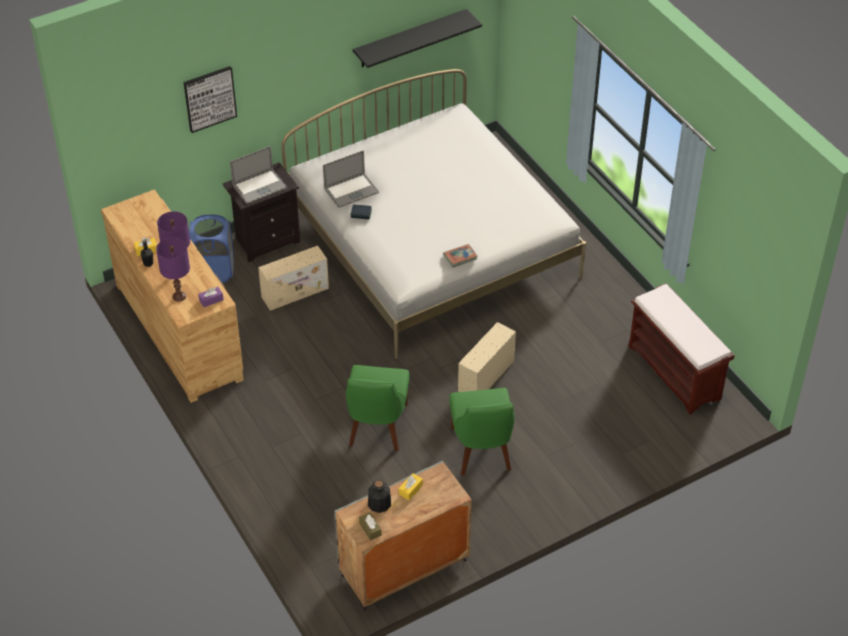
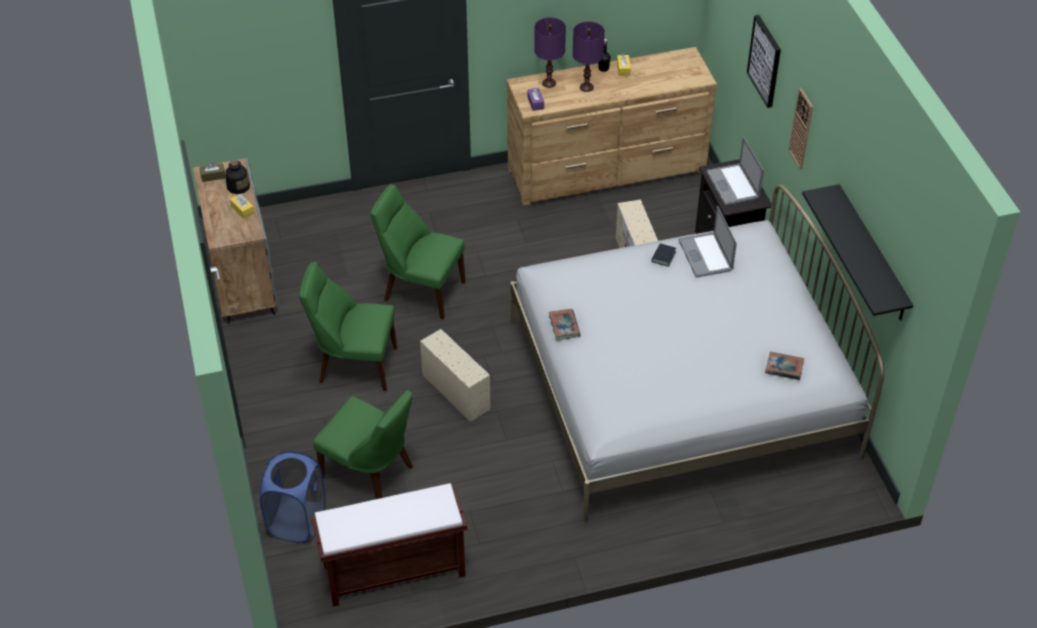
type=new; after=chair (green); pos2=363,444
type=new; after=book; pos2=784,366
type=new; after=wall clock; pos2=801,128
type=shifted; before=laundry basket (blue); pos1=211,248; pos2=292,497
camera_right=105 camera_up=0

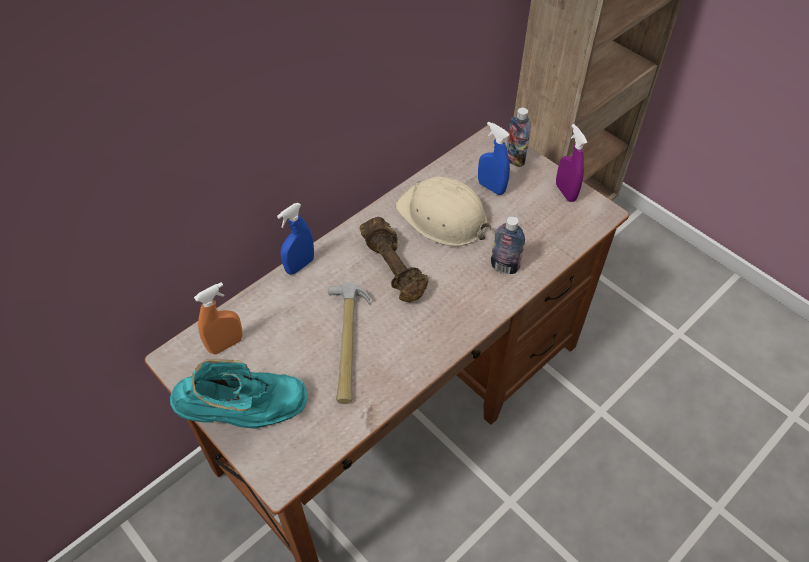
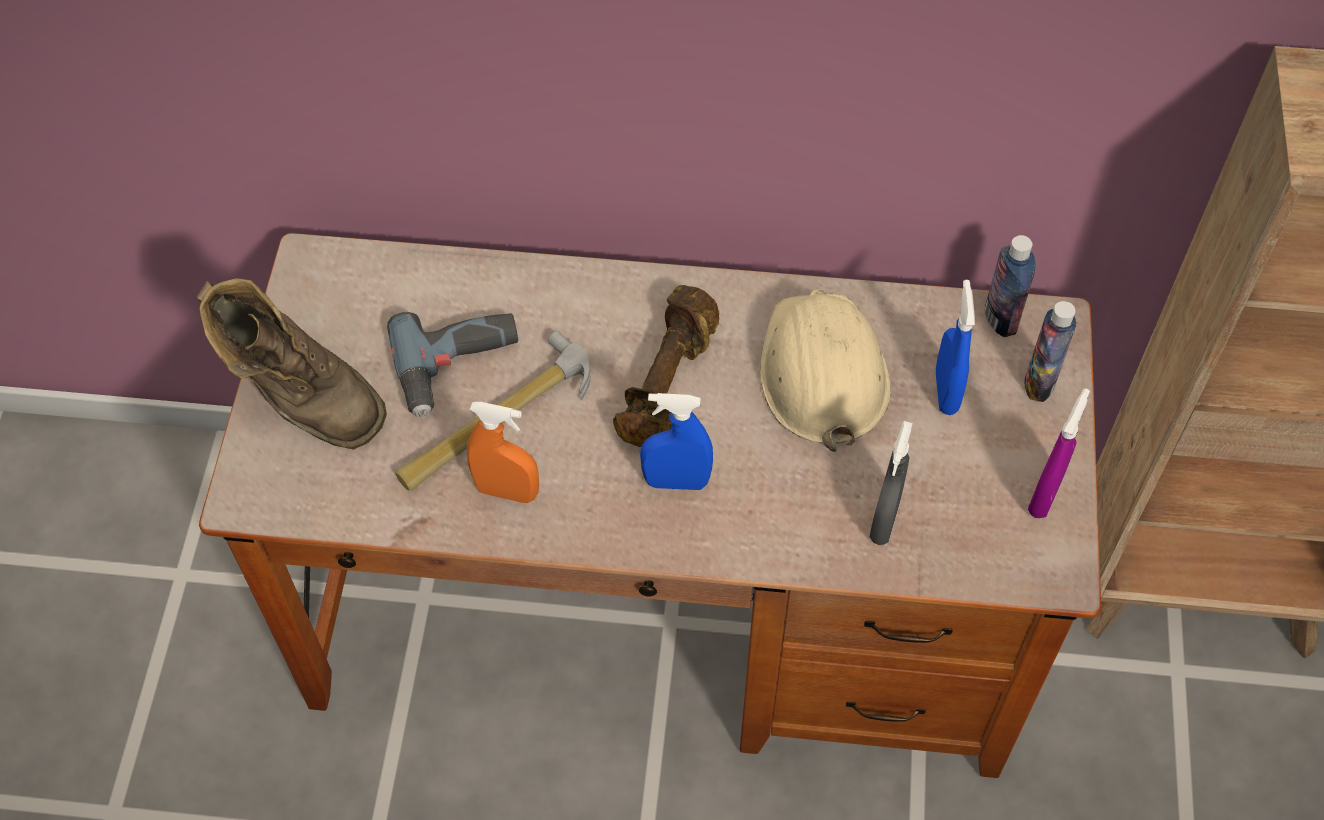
type=new; after=power drill; pos2=452,365
type=new; after=spray bottle (grey); pos2=891,483
type=shifted; before=spray bottle (orange); pos1=218,318; pos2=503,452
type=shifted; before=spray bottle (blue); pos1=295,239; pos2=676,441
type=shifted; before=bottle; pos1=508,245; pos2=1009,286
type=repainted; before=boot (turquoise); after=boot (brown); pos1=238,394; pos2=291,364
camera_right=50 camera_up=5

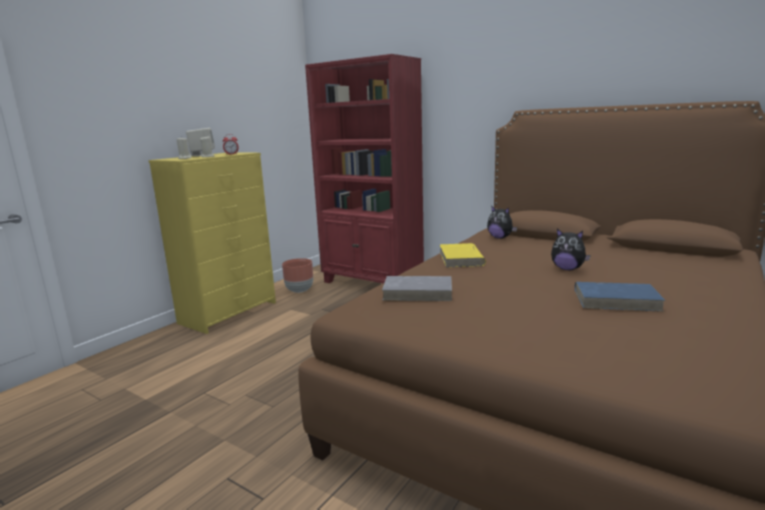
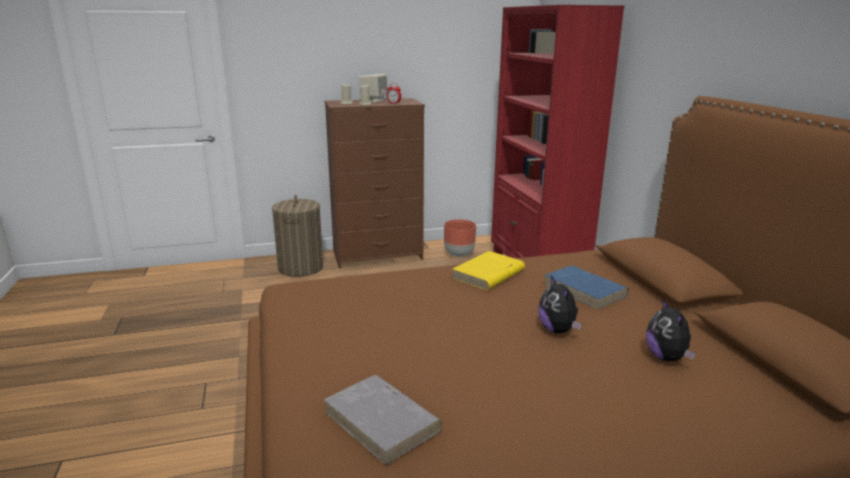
type=new; after=laundry basket; pos2=297,236
type=shifted; before=book (grey); pos1=417,288; pos2=383,420
type=shifted; before=plush toy; pos1=502,222; pos2=670,329
type=shifted; before=book (blue); pos1=620,297; pos2=586,287
type=repainted; before=dresser (yellow); after=dresser (brown); pos1=212,243; pos2=374,183
camera_right=40 camera_up=5

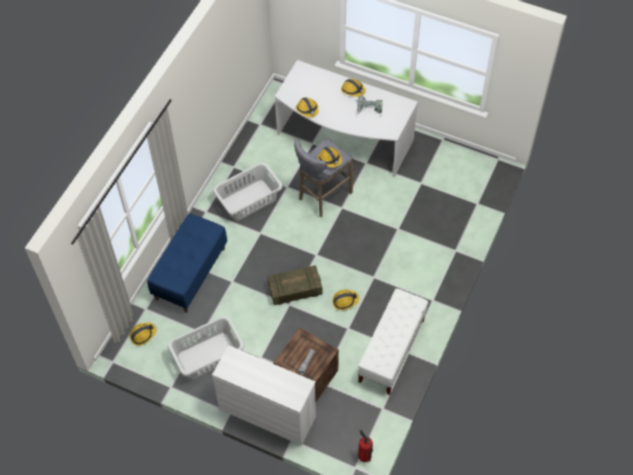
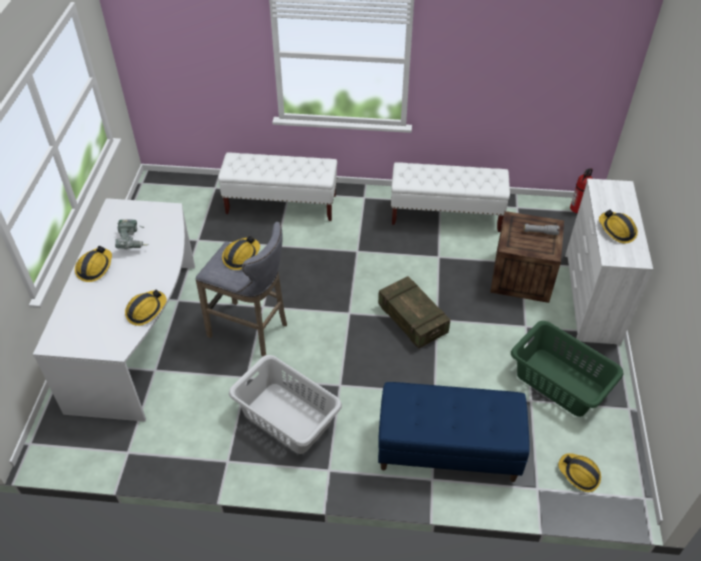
type=new; after=bench (white); pos2=277,187
type=shifted; before=hard hat; pos1=345,300; pos2=618,226
type=repainted; before=laundry basket (grey); after=laundry basket (green); pos1=206,347; pos2=567,369
camera_right=-110 camera_up=-10

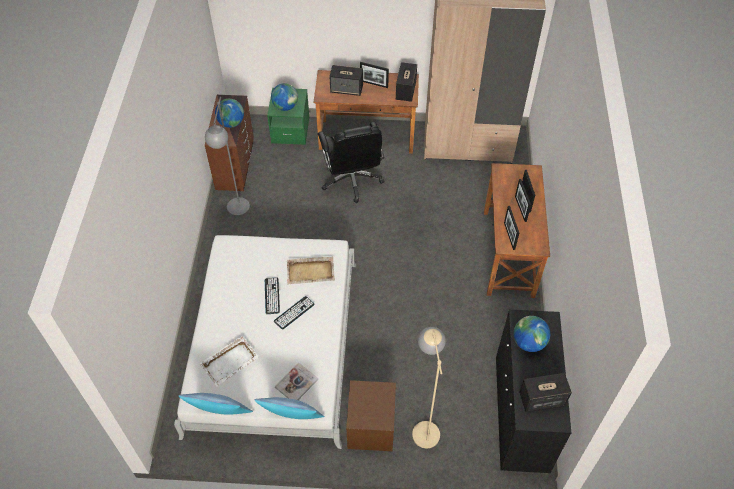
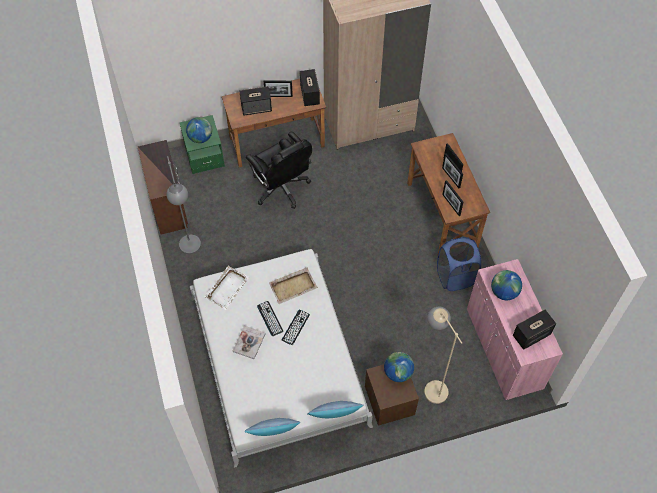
type=new; after=laundry basket (blue); pos2=459,264
type=shifted; before=tray (white); pos1=229,361; pos2=227,288
type=shifted; before=globe; pos1=229,113; pos2=399,367
type=shifted; before=book; pos1=296,381; pos2=249,342
type=repainted; before=cabinet (black); after=cabinet (pink); pos1=533,391; pos2=515,329
camera_right=-20 camera_up=5

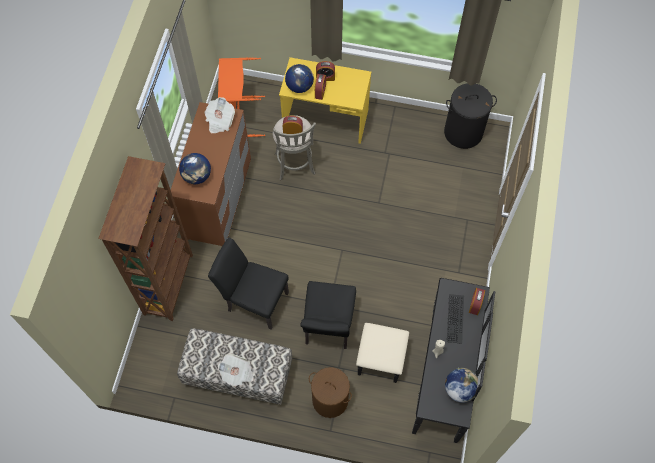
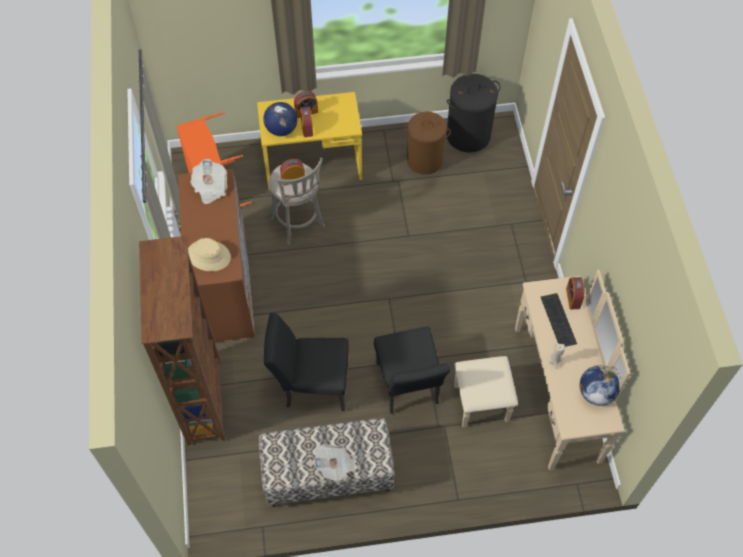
type=shifted; before=laundry basket (brown); pos1=330,392; pos2=427,143
type=swapped; before=globe; after=hat (beige); pos1=195,168; pos2=209,254
type=repainted; before=dresser (black); after=dresser (beige); pos1=426,360; pos2=542,370
camera_right=-20 camera_up=-5

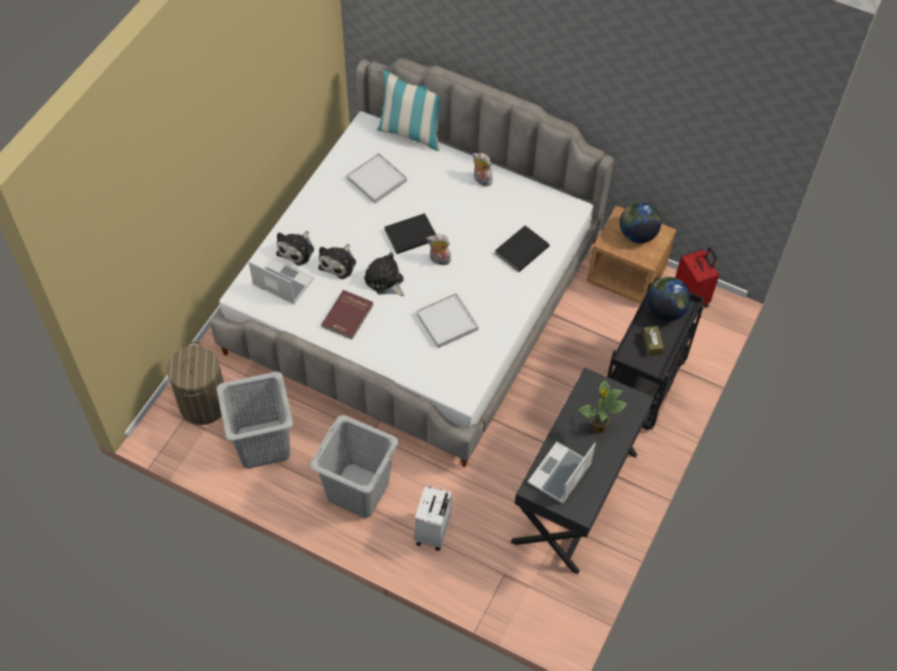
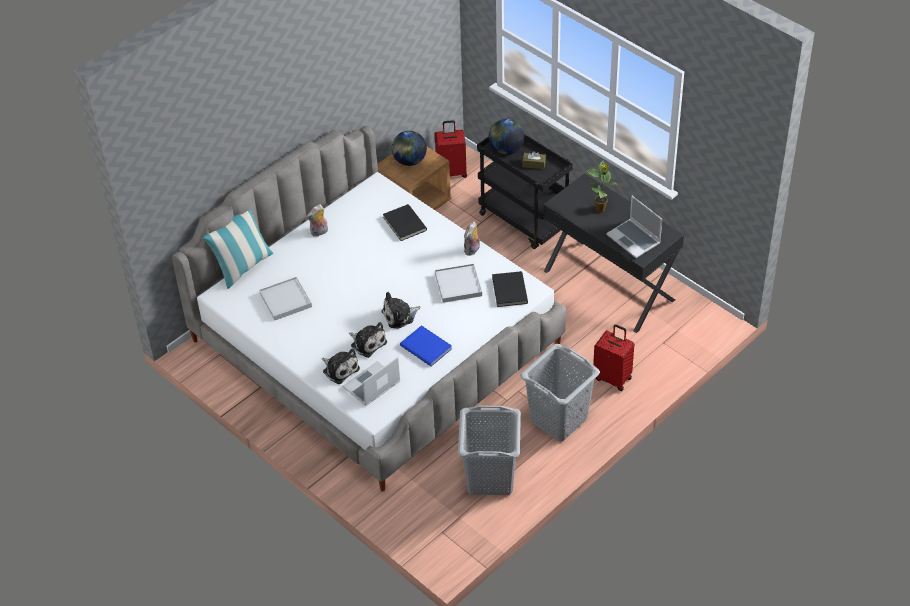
type=gone; before=laundry basket; pos1=195,383
type=shifted; before=book (black); pos1=410,233; pos2=510,289
type=shifted; before=plush toy; pos1=438,249; pos2=472,239
type=repainted; before=book (red); after=book (blue); pos1=347,315; pos2=426,345
type=repainted; before=suitcase (white); after=suitcase (red); pos1=433,518; pos2=613,357
camera_right=-70 camera_up=-10

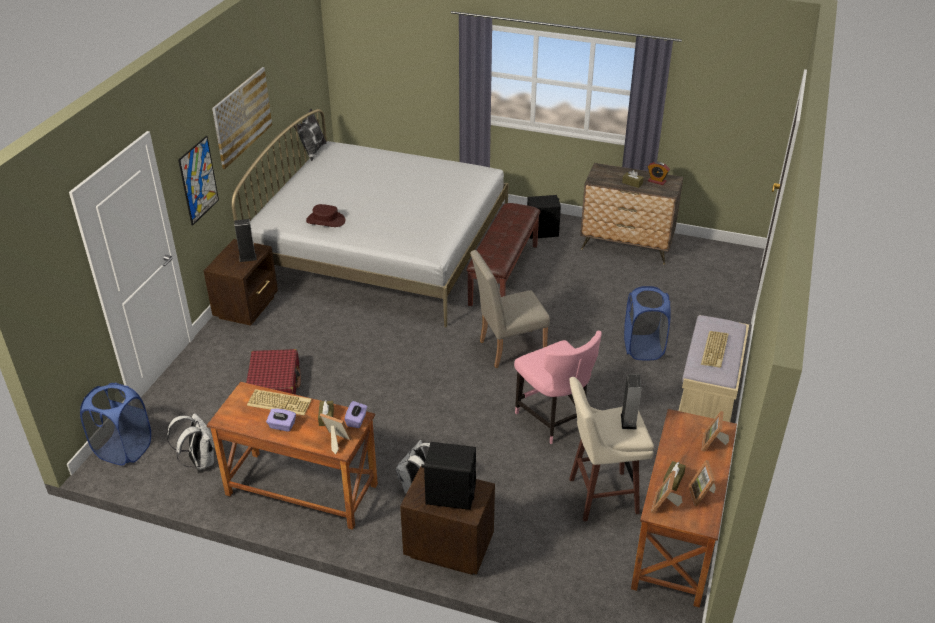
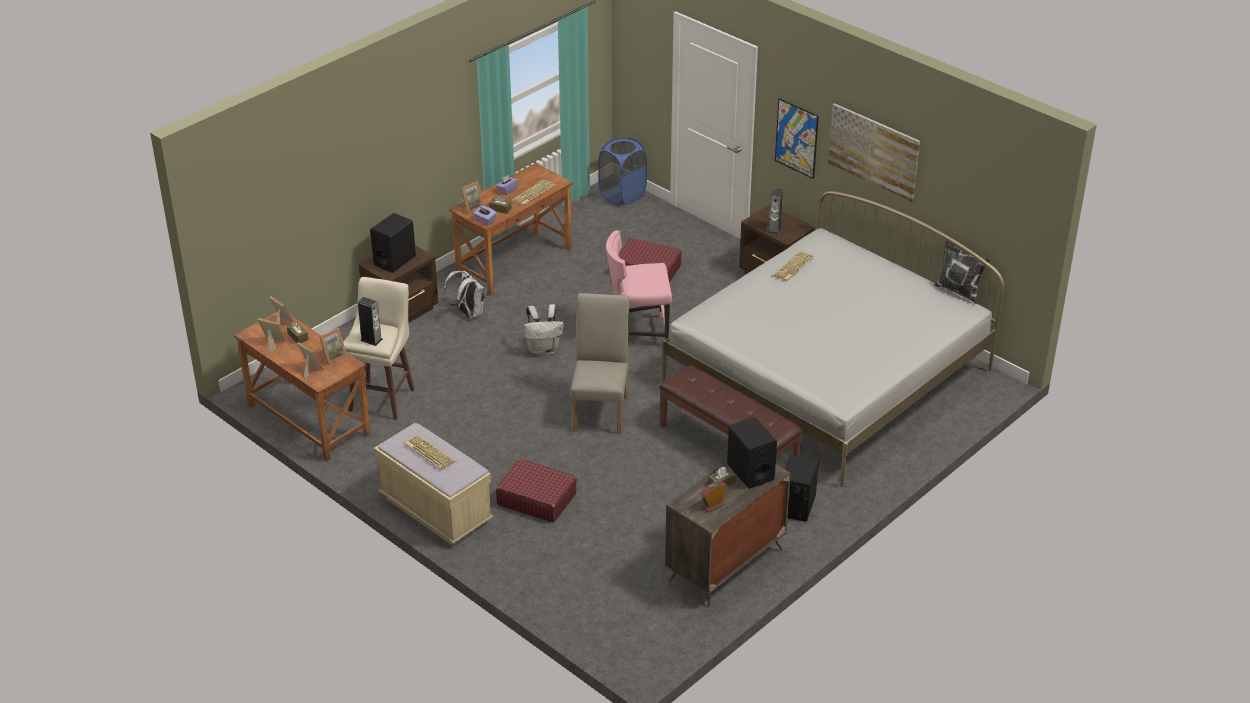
type=new; after=picture frame; pos2=332,346
type=new; after=speaker (black); pos2=752,453
type=shifted; before=backpack (white); pos1=191,441; pos2=544,330
type=shifted; before=chair (pink); pos1=558,387; pos2=639,284
type=swapped; before=hat (brown); after=keyboard; pos1=325,215; pos2=793,266
type=swapped; before=laundry basket (blue); after=suitcase (red); pos1=647,323; pos2=536,490
camera_right=115 camera_up=0

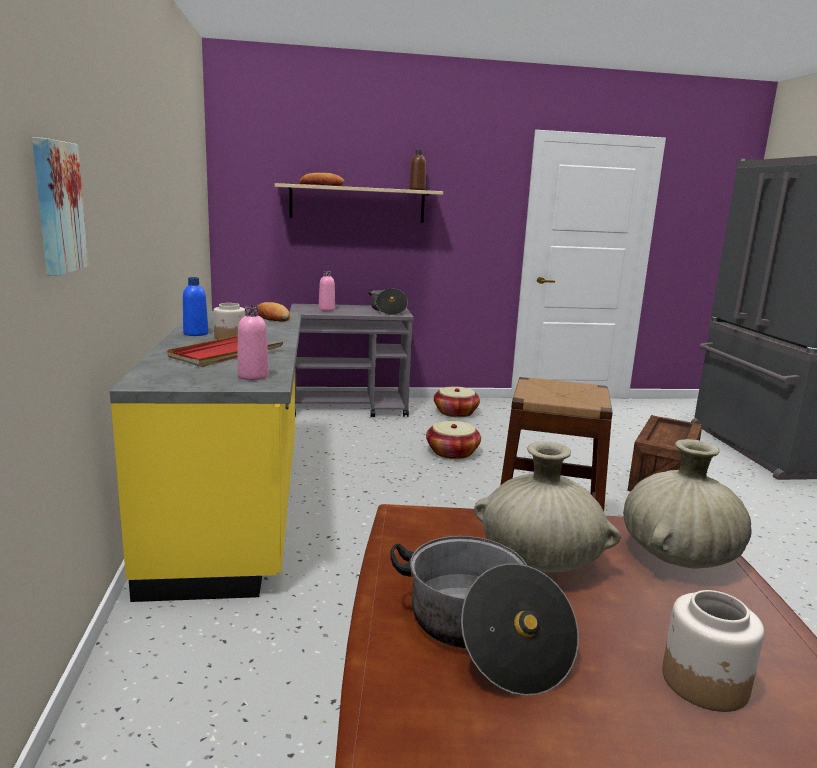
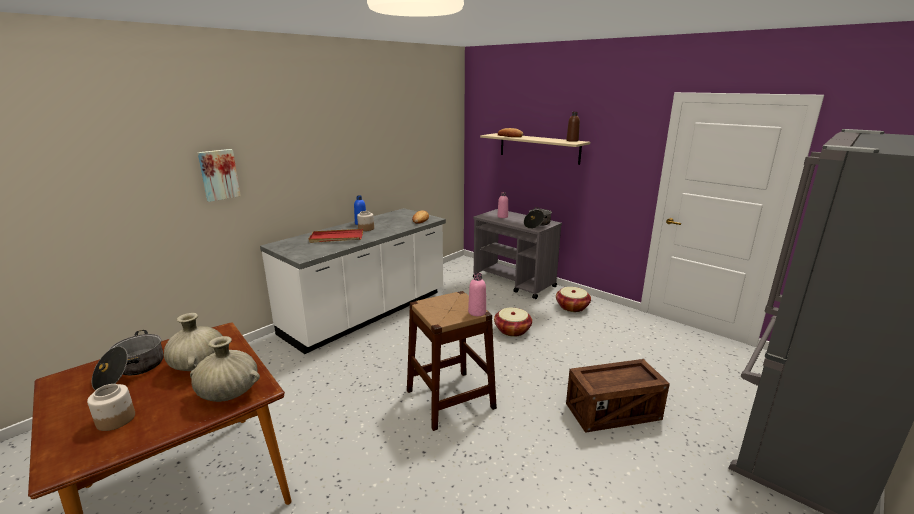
type=shifted; before=bottle (pink); pos1=253,342; pos2=477,294
type=repainted; before=counter (yellow); after=counter (white); pos1=205,456; pos2=353,281
camera_right=50 camera_up=5

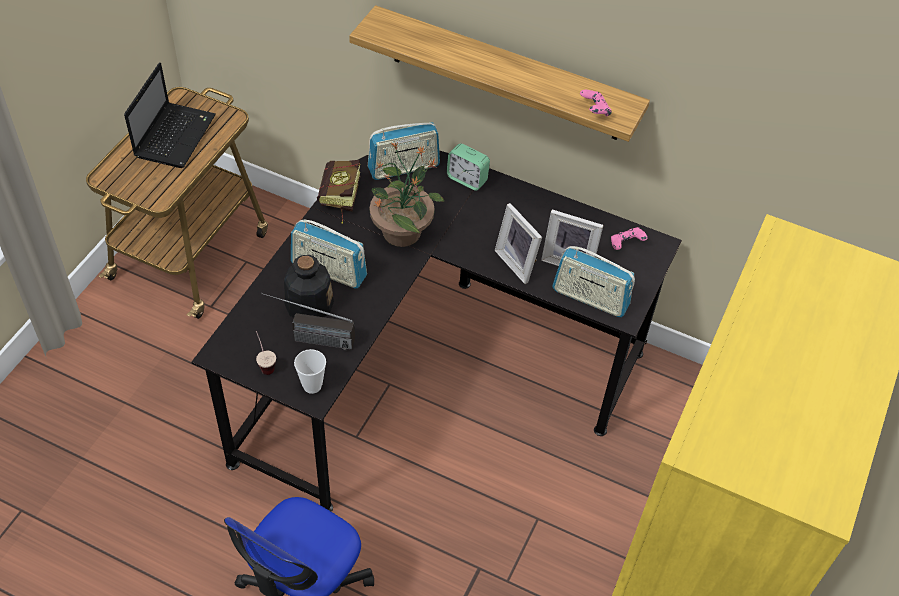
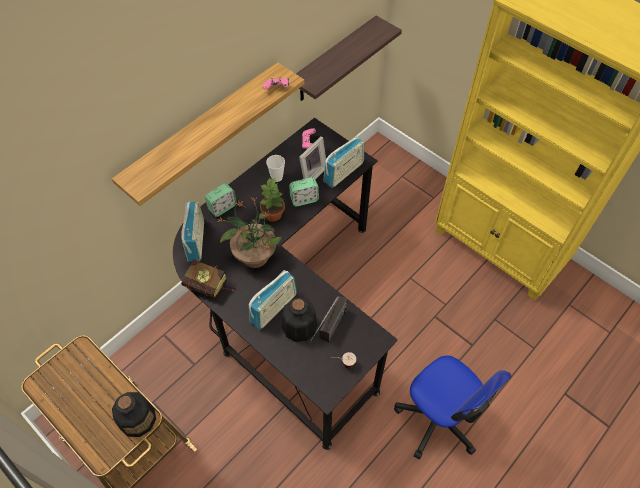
type=gone; before=laptop; pos1=170,115
type=new; after=bottle; pos2=134,414
type=new; after=potted plant; pos2=272,199
type=new; after=shelf; pos2=349,58
type=shifted; before=cup; pos1=310,371; pos2=275,168
type=swapped; before=picture frame; after=alarm clock; pos1=518,243; pos2=304,192
camera_right=-70 camera_up=5

